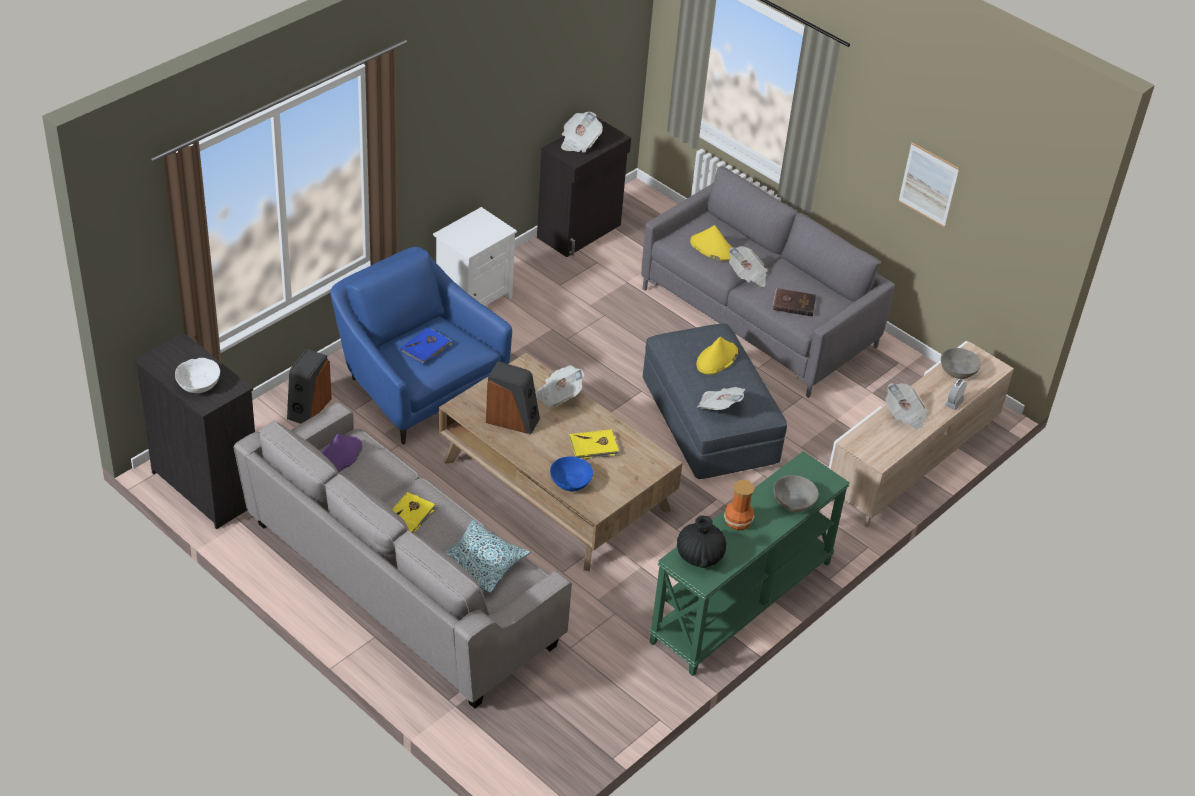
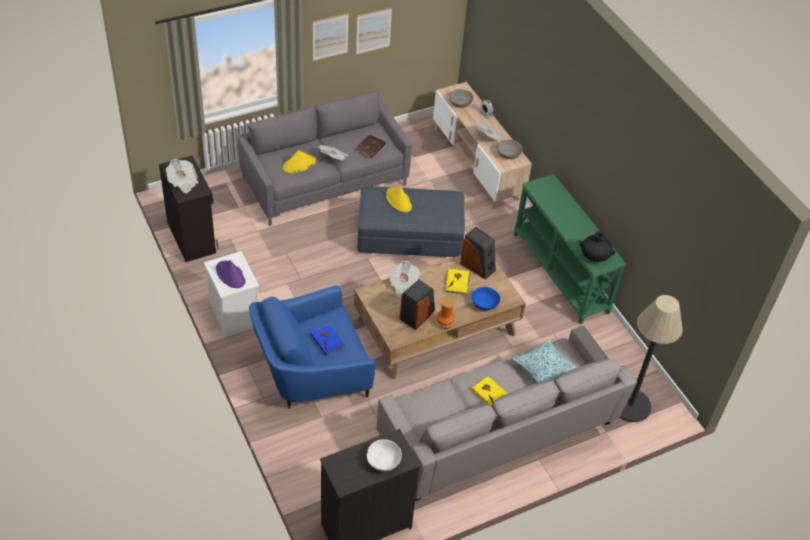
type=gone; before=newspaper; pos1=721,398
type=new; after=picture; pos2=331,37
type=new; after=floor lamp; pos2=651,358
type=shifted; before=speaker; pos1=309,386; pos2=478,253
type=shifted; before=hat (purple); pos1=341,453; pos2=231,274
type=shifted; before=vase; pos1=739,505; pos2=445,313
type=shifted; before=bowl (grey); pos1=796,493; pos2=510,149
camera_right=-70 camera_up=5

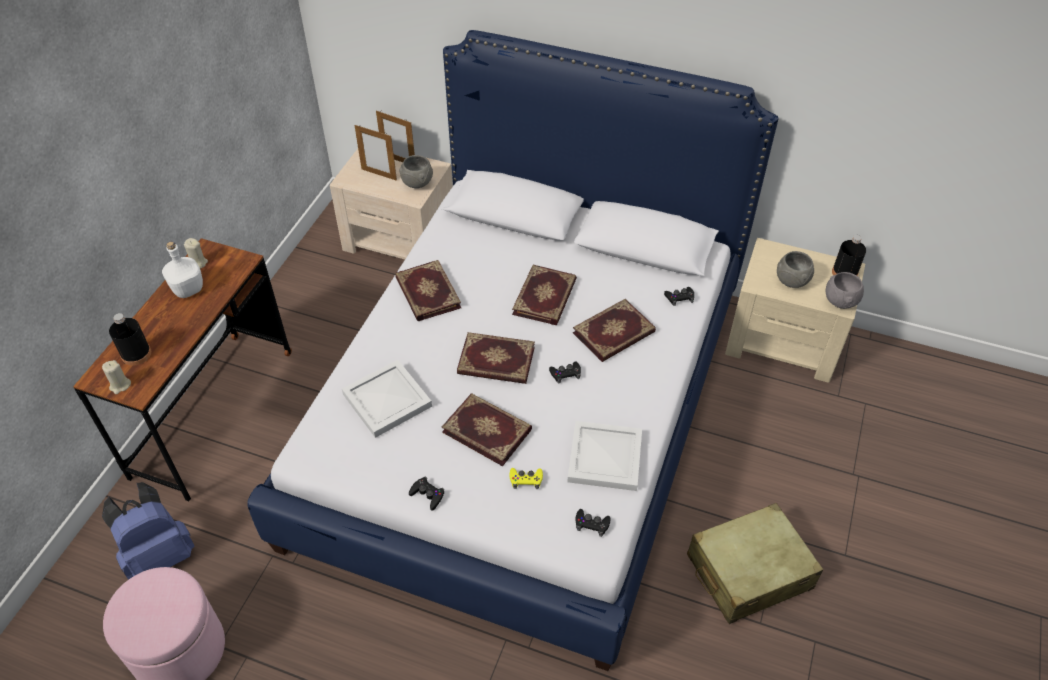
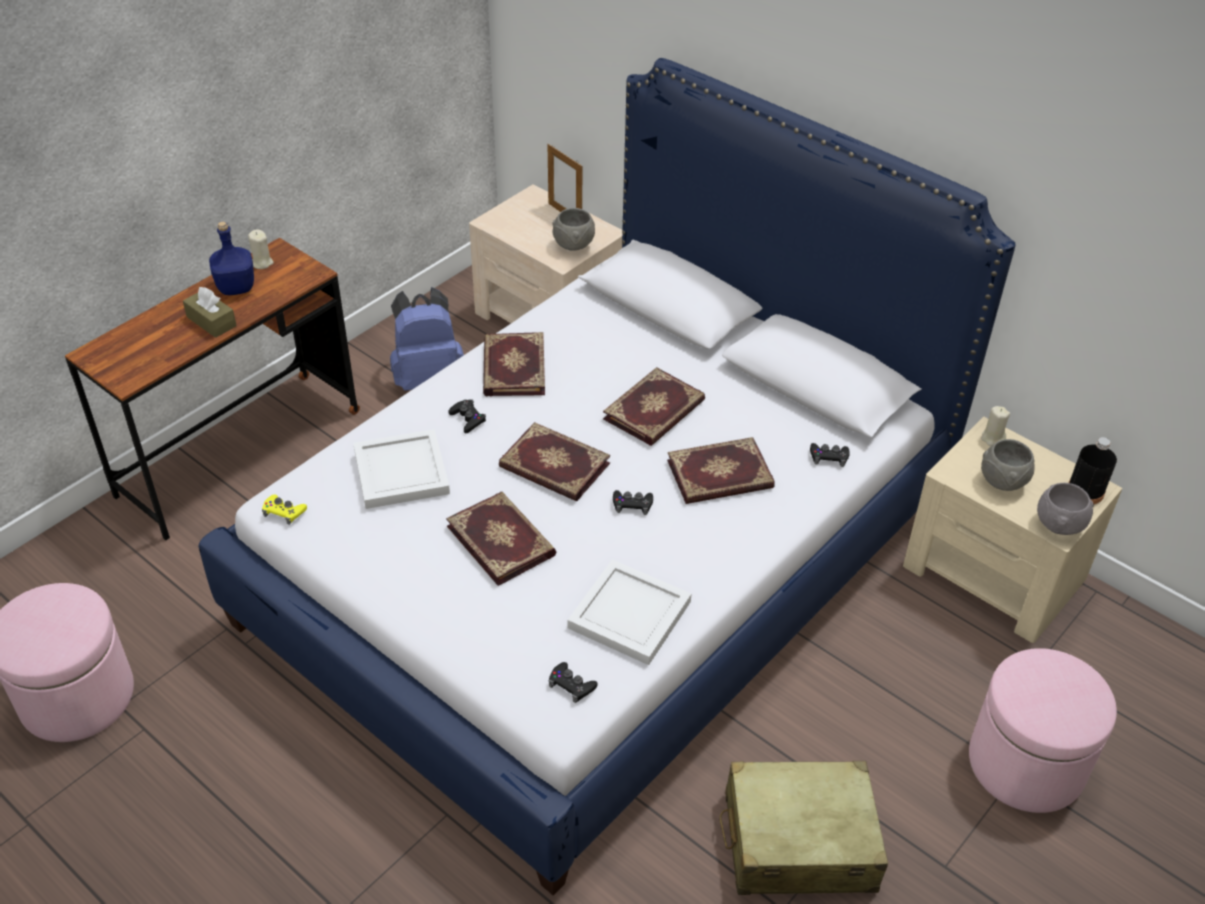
type=gone; before=bottle (black); pos1=130,339
type=gone; before=picture frame; pos1=375,153
type=new; after=tissue box (brown); pos2=210,312
type=new; after=ottoman (pink); pos2=1043,730
type=shifted; before=candle (beige); pos1=116,377; pos2=995,426
type=shifted; before=backpack (blue); pos1=148,531; pos2=427,339
type=shifted; before=game controller (black); pos1=426,494; pos2=467,416
type=shifted; before=game controller (yellow); pos1=526,478; pos2=284,509
type=repainted; before=bottle (white); after=bottle (blue); pos1=182,269; pos2=231,258
camera_right=20 camera_up=-5

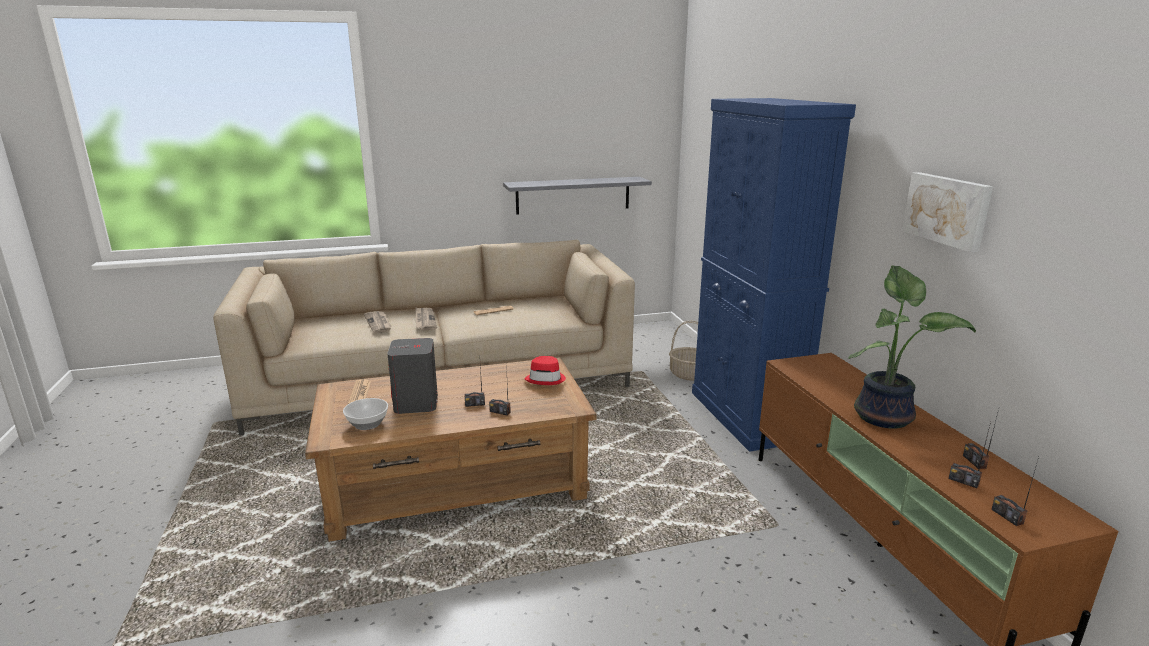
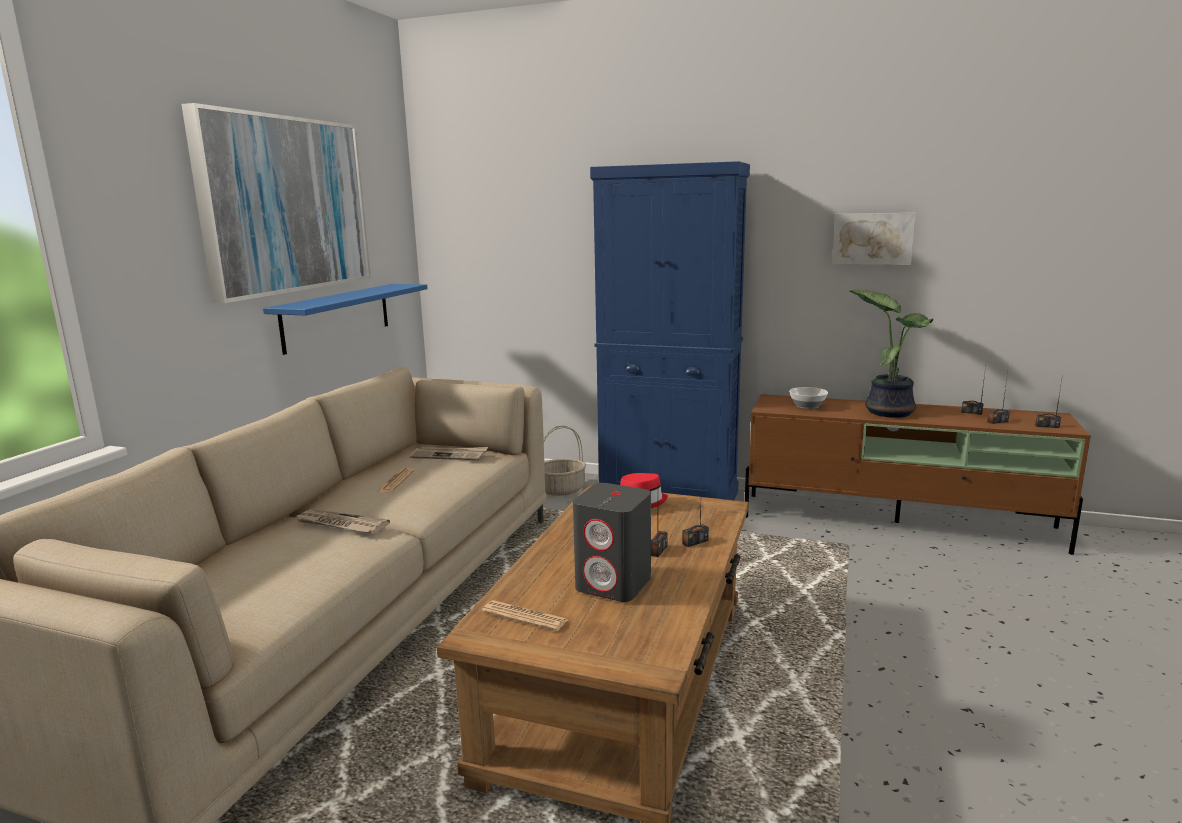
type=new; after=picture; pos2=276,203
type=shifted; before=bowl; pos1=365,414; pos2=808,398
type=shifted; before=newspaper; pos1=377,322; pos2=448,453
type=repainted; before=shelf (grey); after=shelf (blue); pos1=577,196; pos2=345,319
camera_right=-55 camera_up=-5

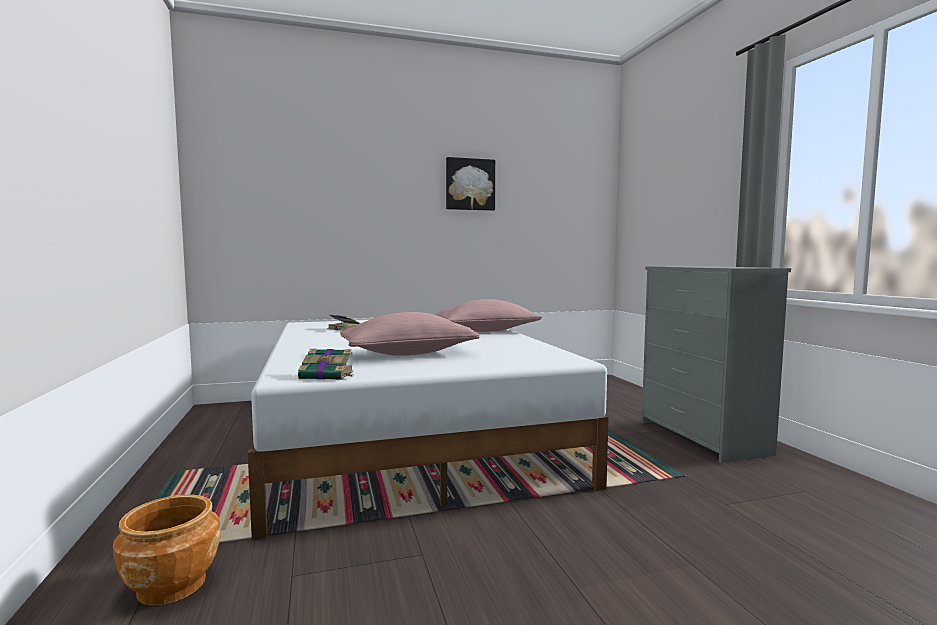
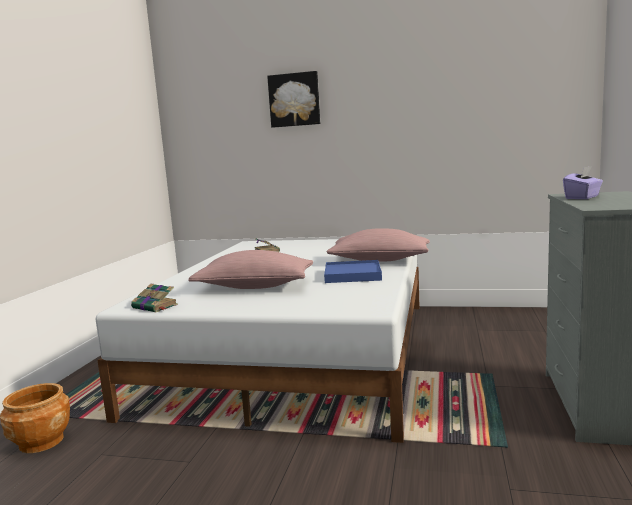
type=new; after=tray (blue); pos2=353,271
type=new; after=tissue box (purple); pos2=583,182
type=shifted; before=picture; pos1=470,184; pos2=293,99
camera_right=30 camera_up=5

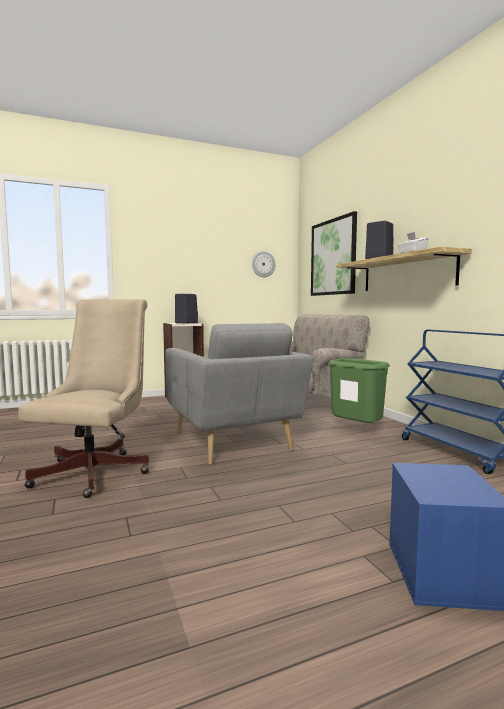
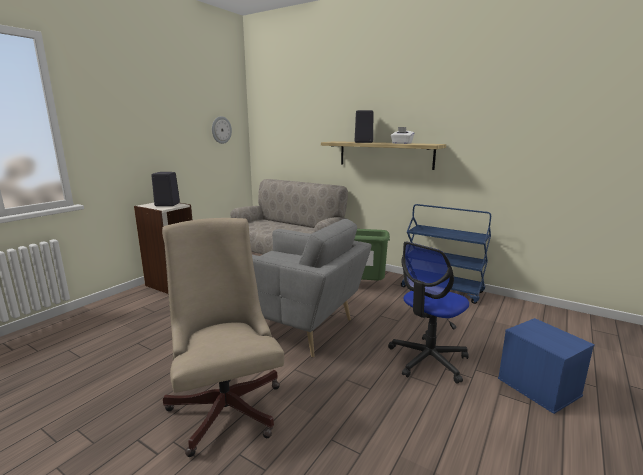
type=gone; before=picture; pos1=334,253
type=new; after=office chair; pos2=428,312
camera_right=-35 camera_up=10

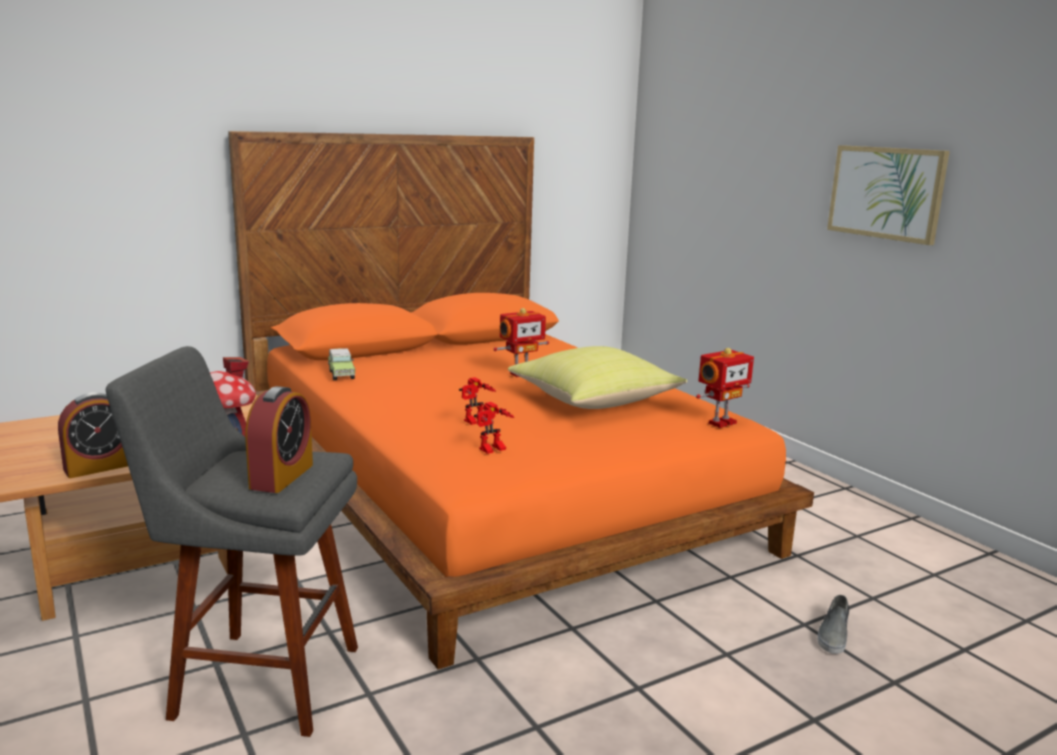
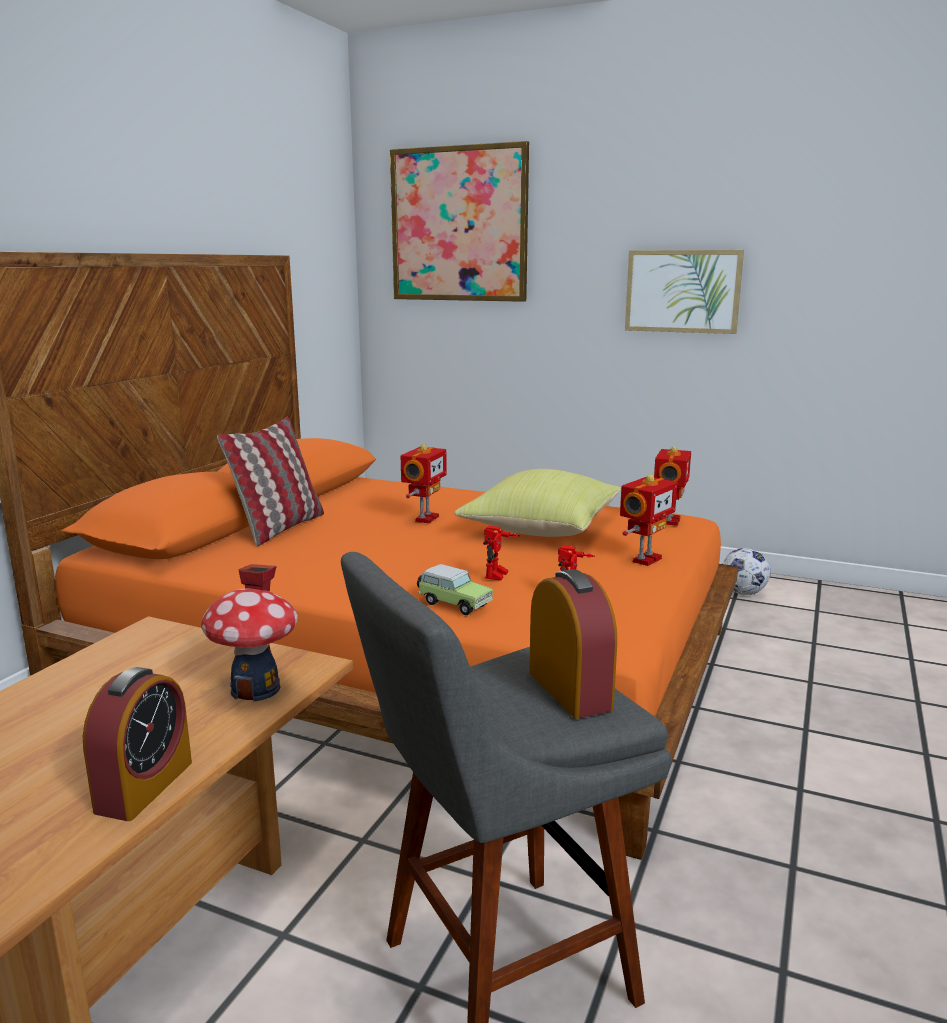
type=gone; before=shoe (grey); pos1=833,624
type=new; after=pillow; pos2=270,481
type=new; after=picture; pos2=459,221
type=new; after=toy robot; pos2=648,520
type=new; after=football; pos2=747,571
type=shifted; before=toy car; pos1=341,364; pos2=455,589
camera_right=-35 camera_up=0

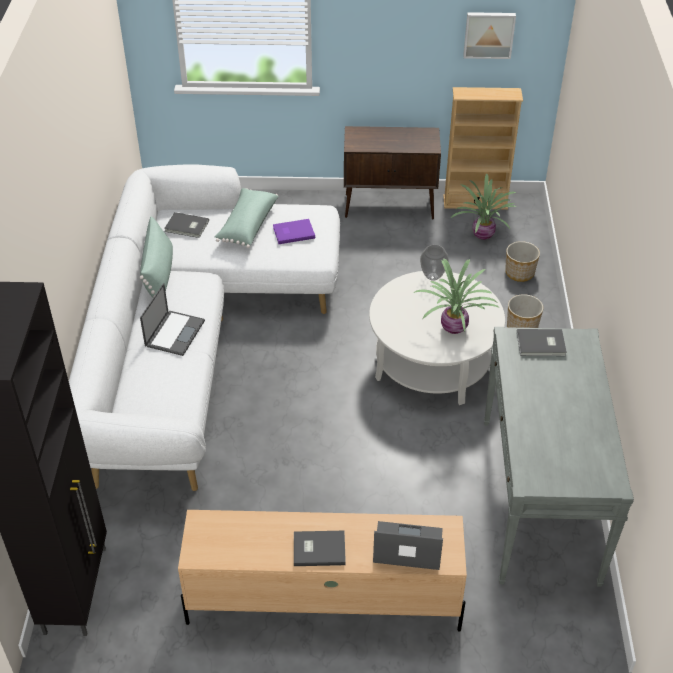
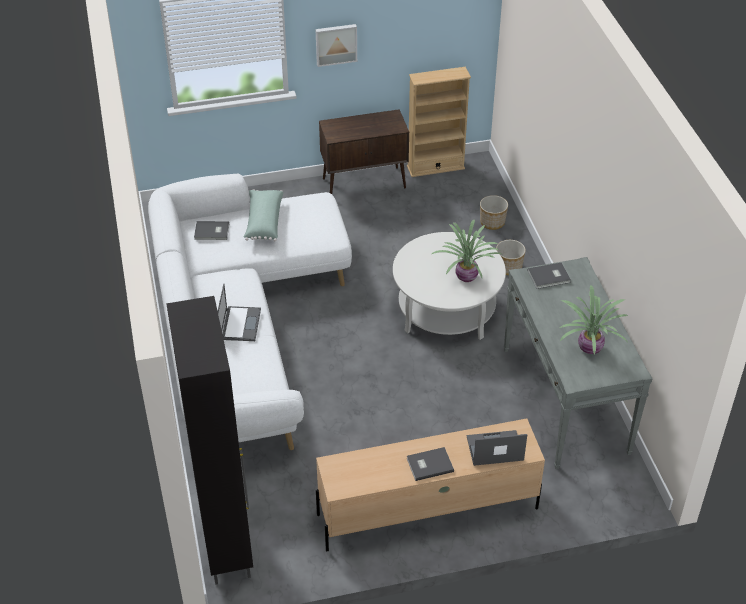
type=gone; before=pillow (green); pos1=156,257
type=gone; before=book (purple); pos1=294,231
type=gone; before=vase; pos1=434,263
type=shifted; before=potted plant; pos1=483,207; pos2=594,320
type=shifted; before=picture; pos1=489,35; pos2=336,45
camera_right=-15 camera_up=0

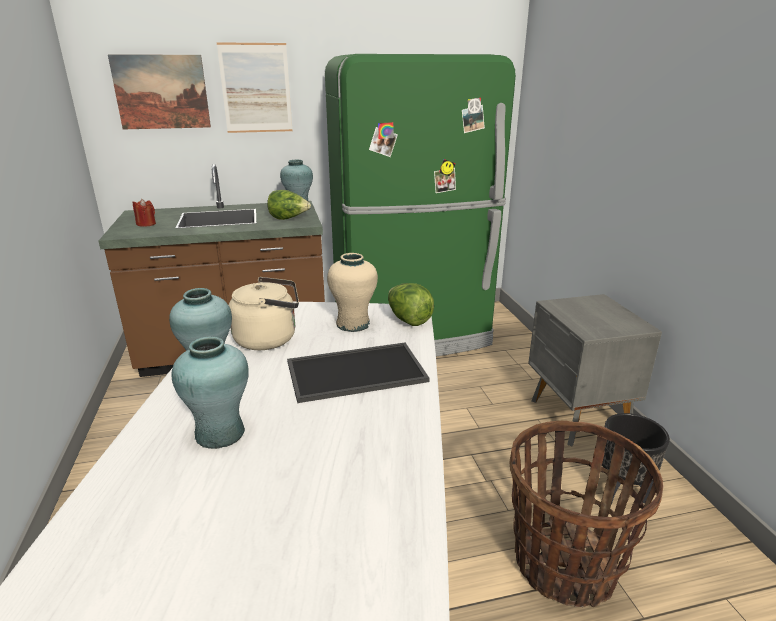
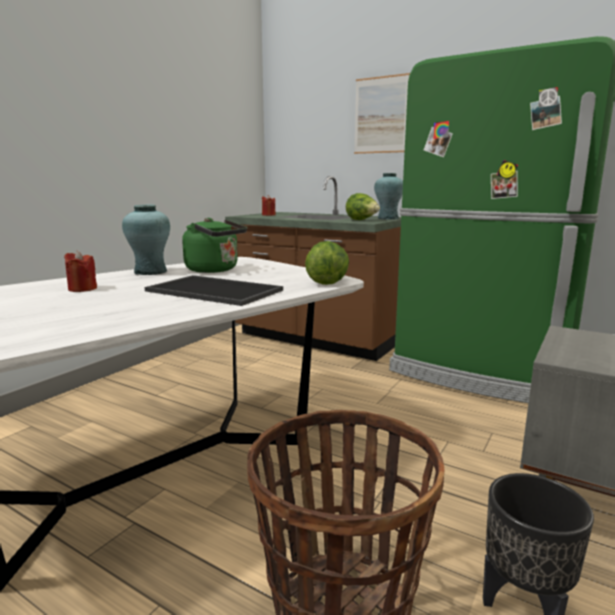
type=gone; before=picture; pos1=159,91
type=gone; before=vase (beige); pos1=352,292
type=swapped; before=vase (turquoise); after=candle (red); pos1=210,393; pos2=80,271
type=repainted; before=kettle (beige); after=kettle (green); pos1=264,313; pos2=214,245
camera_right=45 camera_up=-10

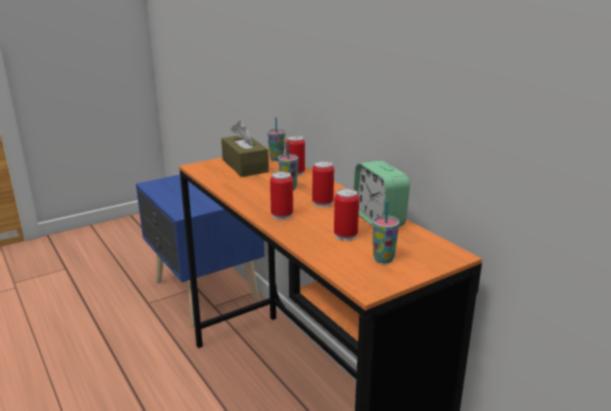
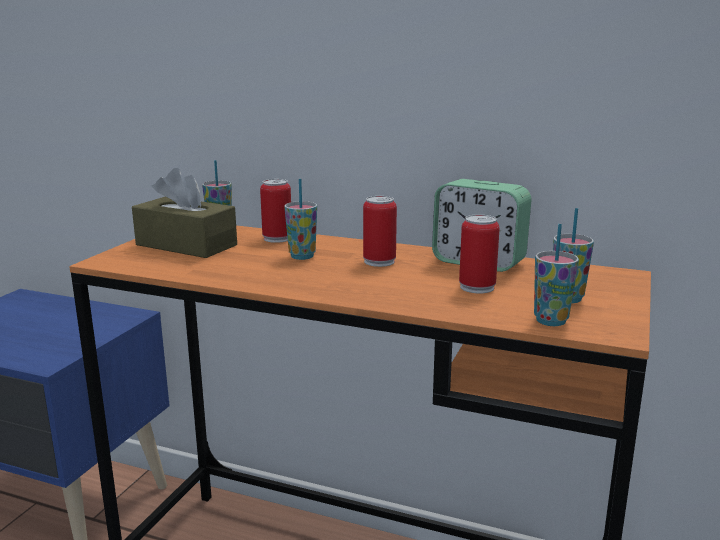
type=gone; before=can; pos1=281,195
type=new; after=cup; pos2=556,275
camera_right=-35 camera_up=-5

